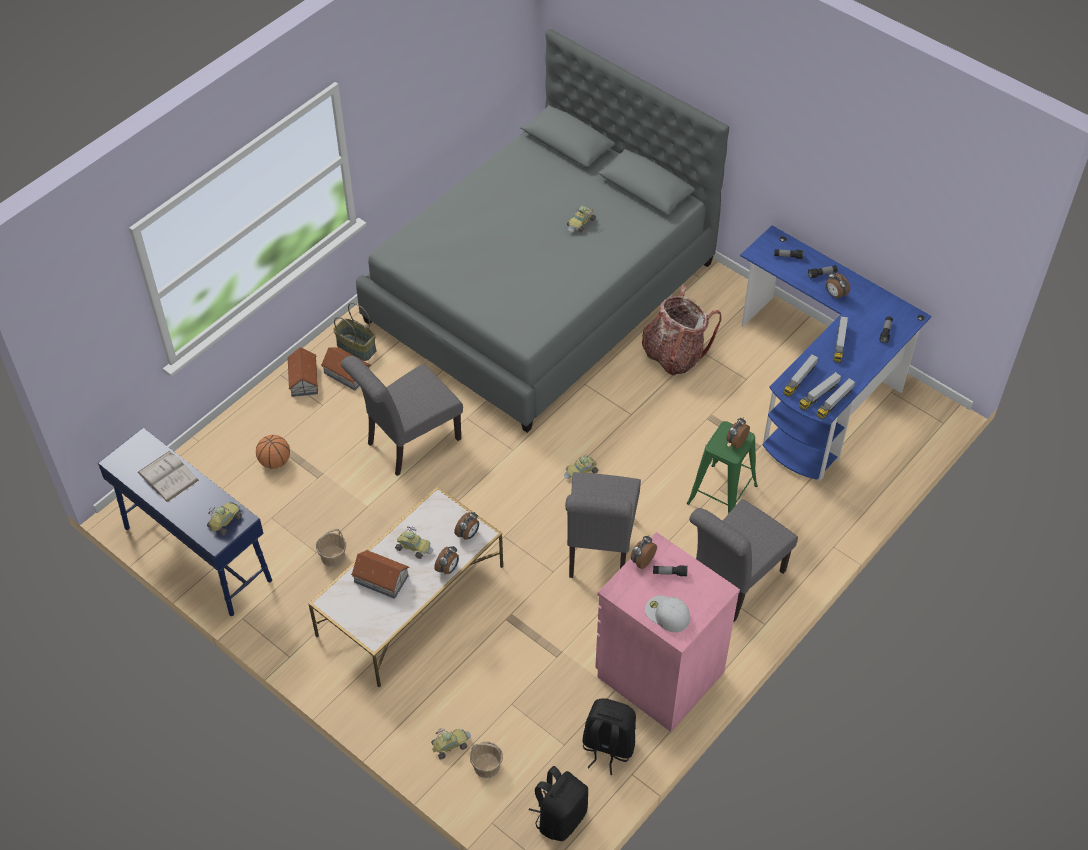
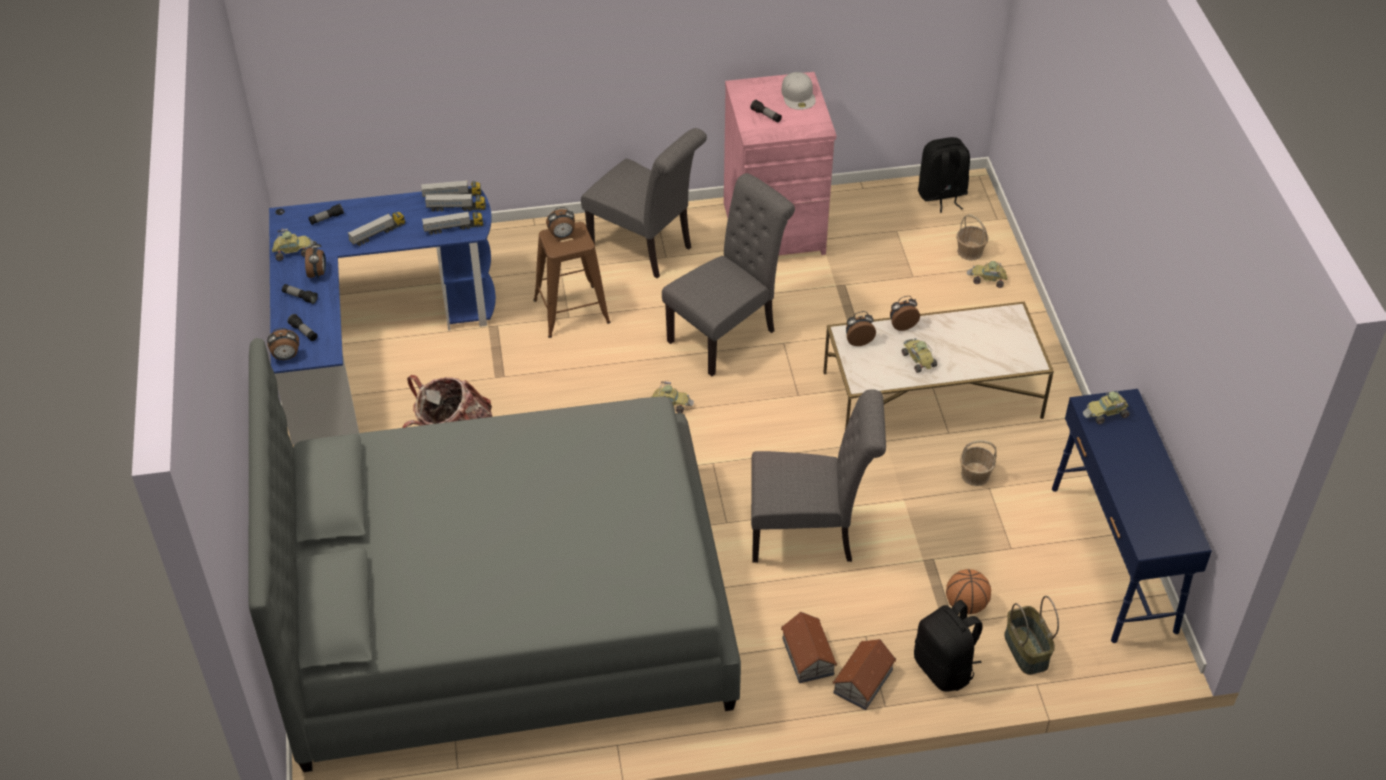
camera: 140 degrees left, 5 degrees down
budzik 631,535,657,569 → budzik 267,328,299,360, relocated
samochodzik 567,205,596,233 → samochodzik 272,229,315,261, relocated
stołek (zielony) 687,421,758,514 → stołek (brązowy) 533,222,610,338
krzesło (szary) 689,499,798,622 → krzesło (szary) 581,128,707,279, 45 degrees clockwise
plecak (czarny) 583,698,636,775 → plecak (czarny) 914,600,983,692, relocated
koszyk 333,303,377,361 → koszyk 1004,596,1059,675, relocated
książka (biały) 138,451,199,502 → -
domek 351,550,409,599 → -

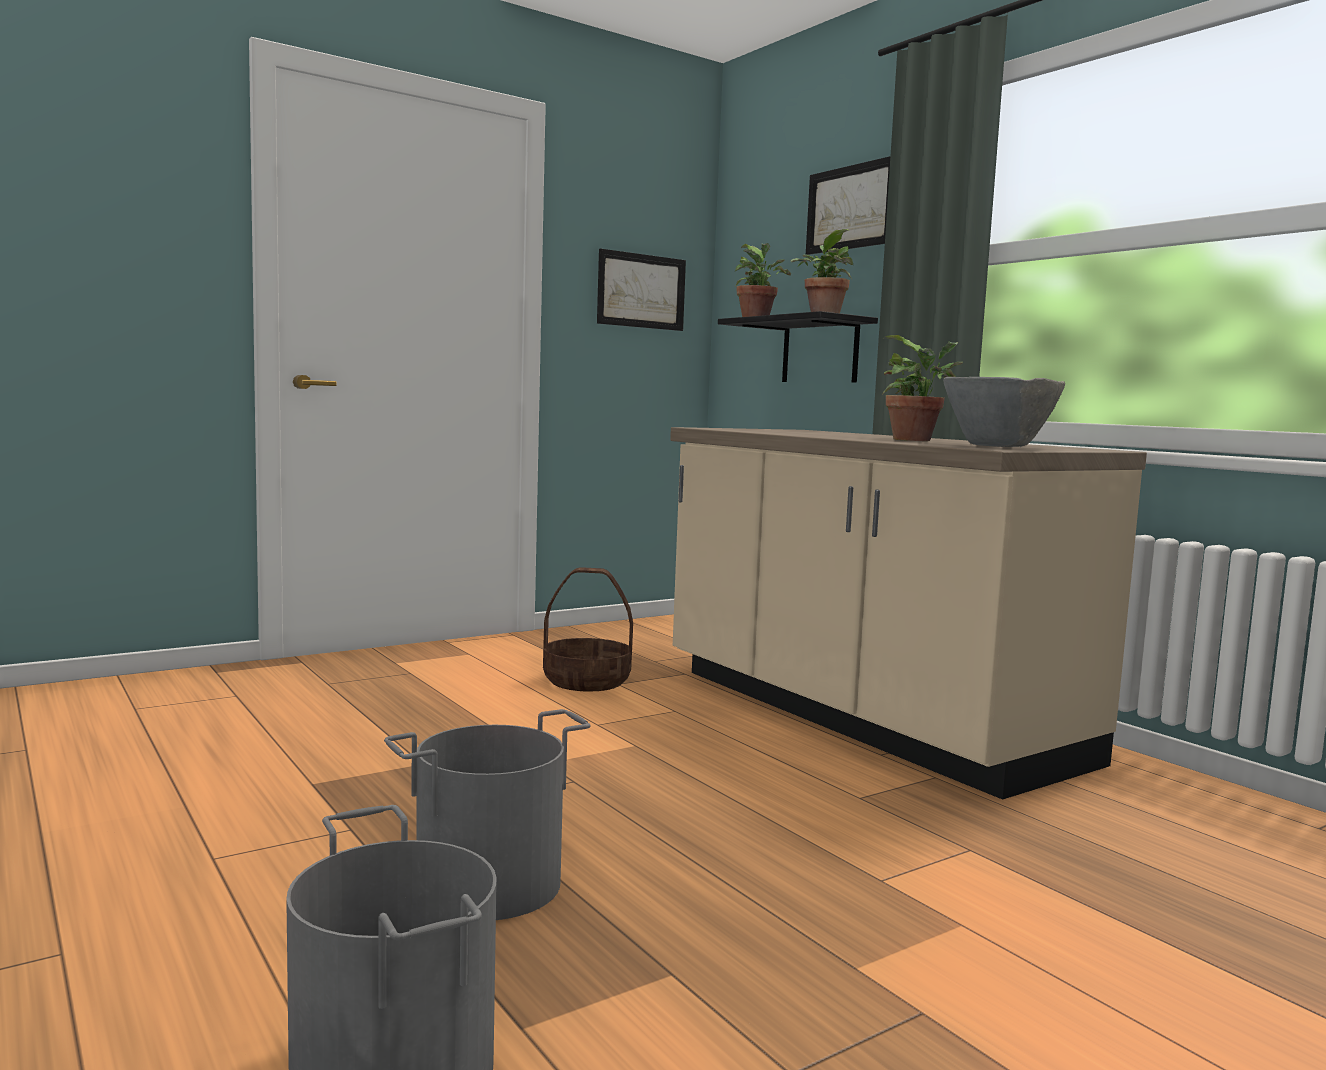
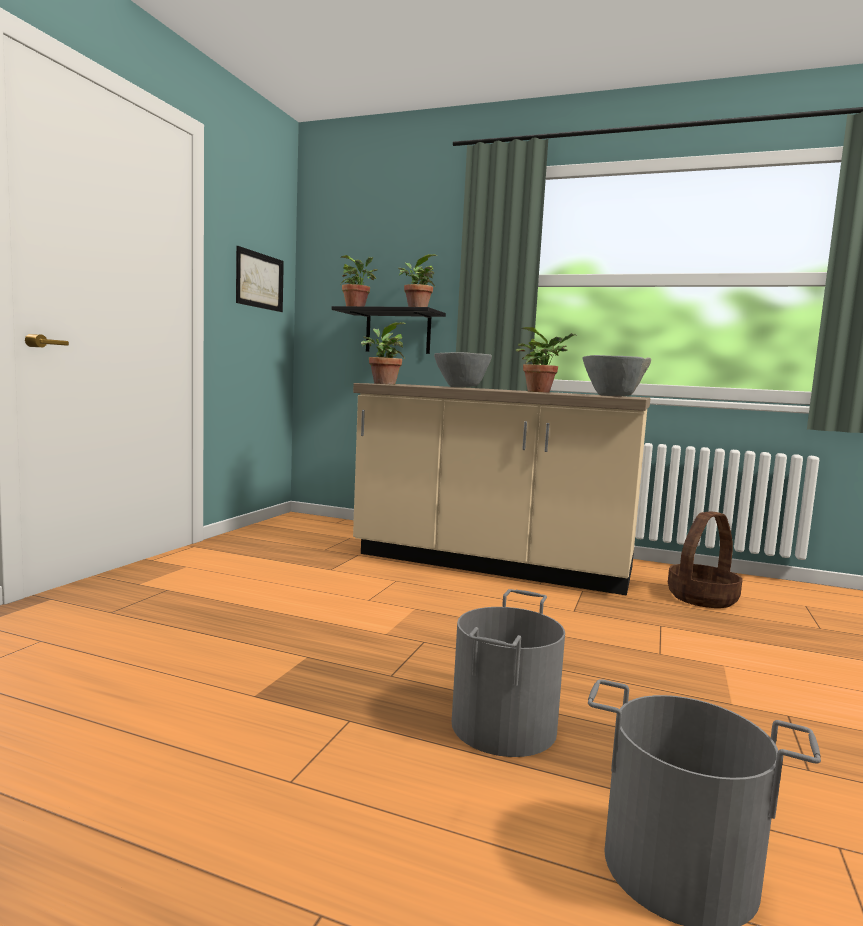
camera: 35 degrees left, 0 degrees up
- → roślina doniczkowa 361,322,405,385
- → miska (szary) 434,352,492,387
koszyk 543,567,633,692 → koszyk 668,511,743,608, relocated
obraz 806,156,890,255 → -

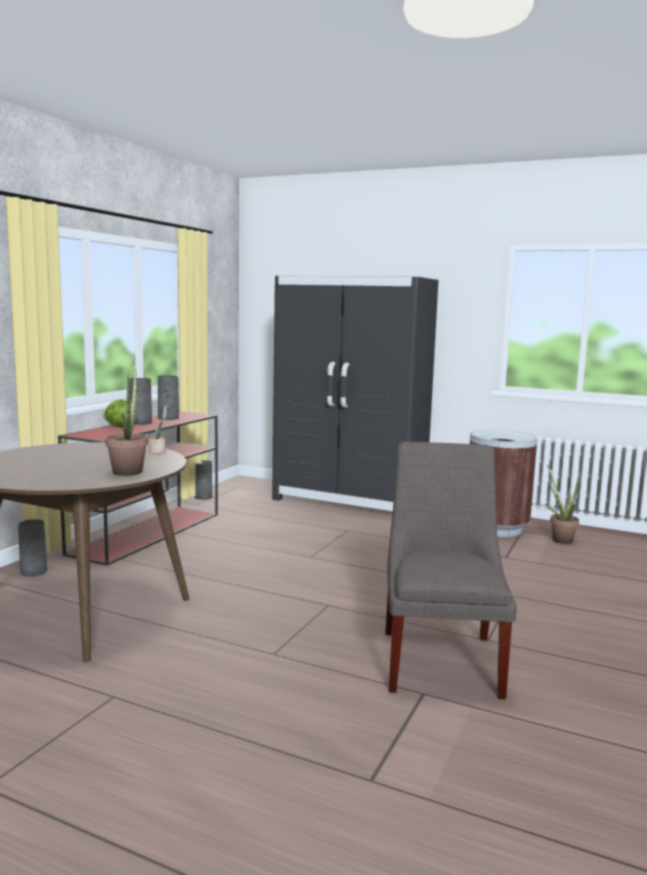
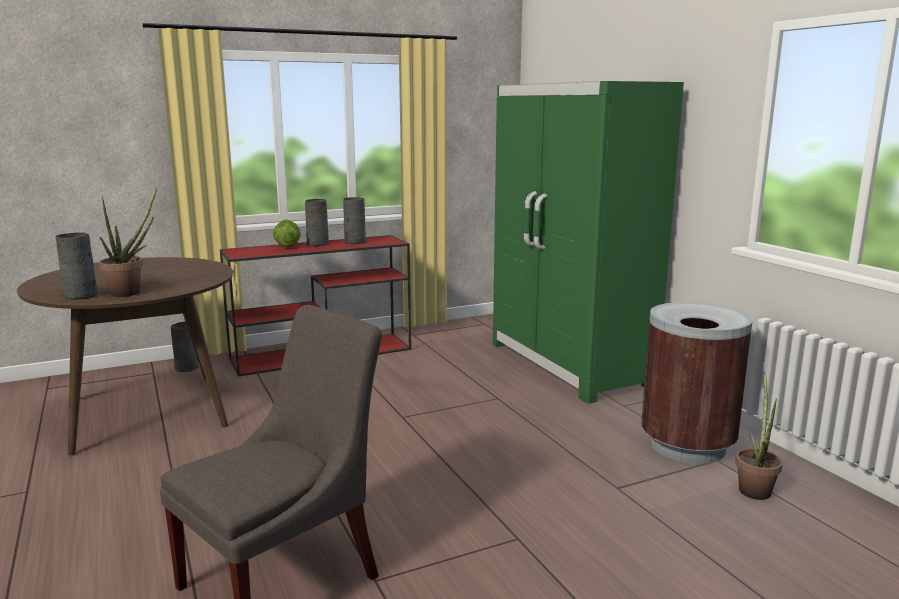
camera: 40 degrees right, 5 degrees up
wazon (szary) 195,460,212,500 → wazon (szary) 55,233,97,300, relocated
szafka (czarny) 272,276,439,511 → szafka (zielony) 493,81,684,404
roślina doniczkowa 148,405,167,454 → -

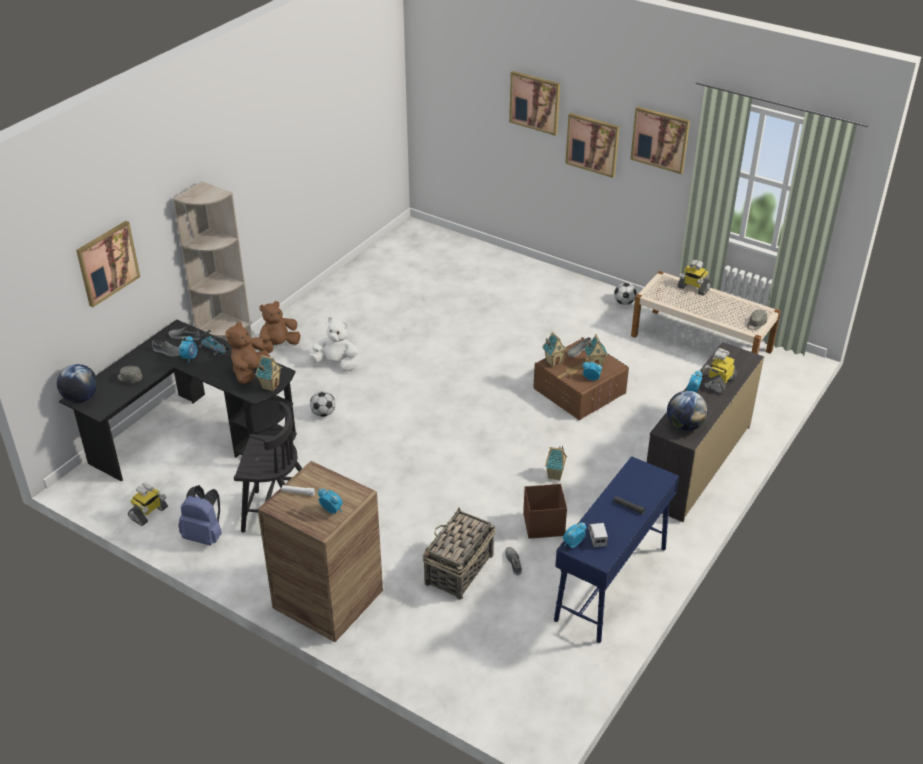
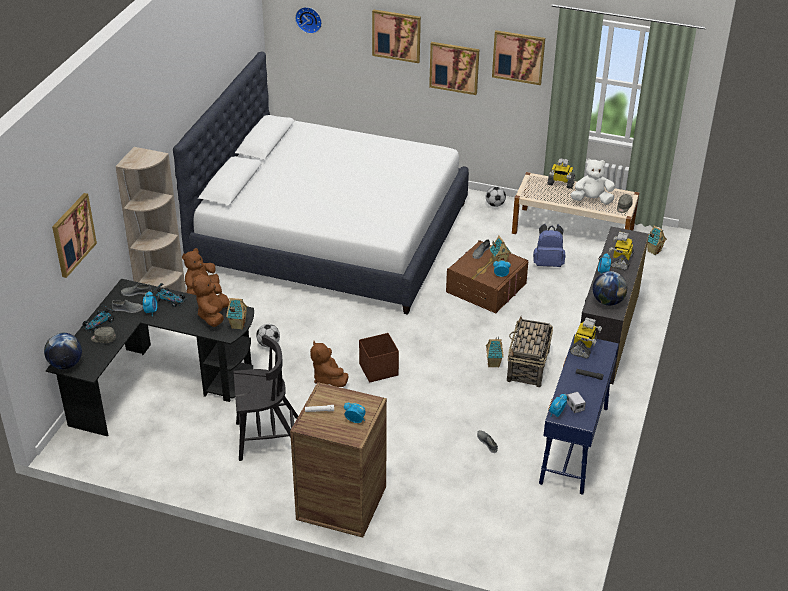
camera: 15 degrees left, 0 degrees up
- → samochodzik 82,304,114,333
- → łóżko (biały) 173,51,469,315
- → zegar ścienny 295,7,322,34
- → pluszak (brązowy) 310,341,349,387
pojemnik do przechowywania (brązowy) 523,484,567,539 → pojemnik do przechowywania (brązowy) 359,333,399,383, relocated
koszyk 423,507,495,600 → koszyk 507,317,553,387, relocated
plecak (niebieski) 178,485,222,546 → plecak (niebieski) 533,224,565,267, relocated
pluszak (biały) 308,317,358,372 → pluszak (biały) 570,158,615,205, relocated
robot zabawkowy 128,482,168,526 → robot zabawkowy 570,318,602,358, relocated
domek 542,331,567,367 → domek 647,226,667,255, relocated

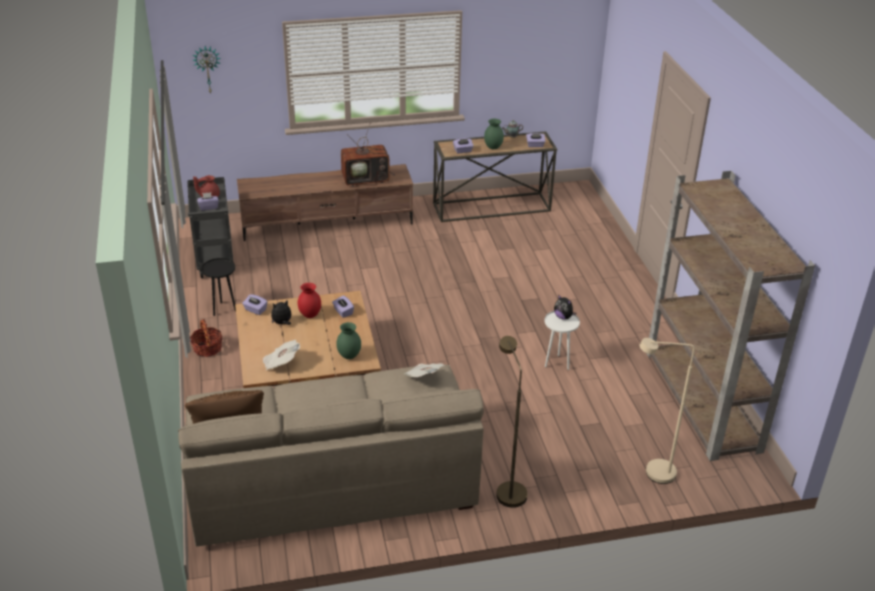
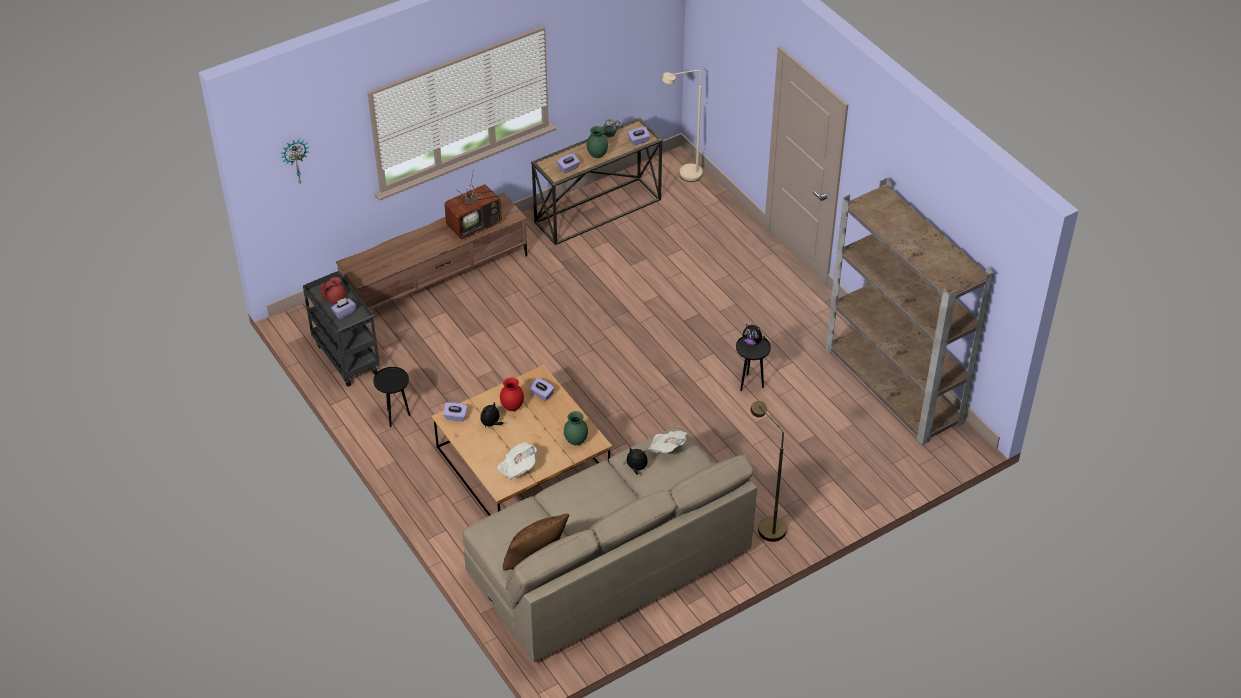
camera: 20 degrees left, 10 degrees up
- → pluszak 623,448,648,475
lampa stojąca (beżowy) 640,338,695,484 → lampa stojąca (beżowy) 662,70,703,182, relocated
stolik (biały) 544,311,580,370 → stolik (czarny) 736,337,771,391
koszyk 190,319,223,357 → -

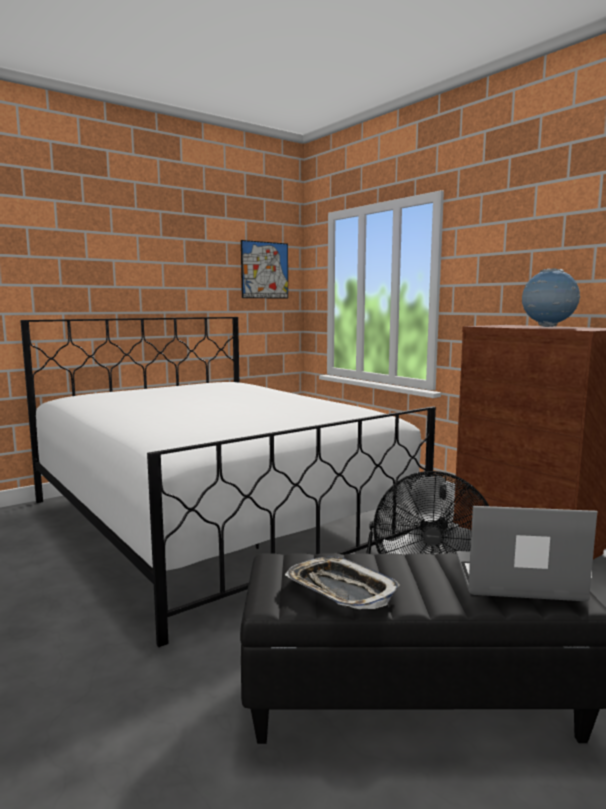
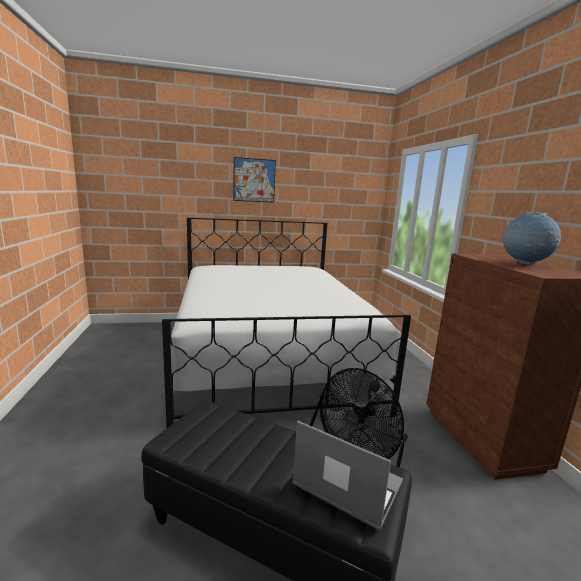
camera: 25 degrees right, 5 degrees up
obraz 241,240,288,299 → obraz 233,157,276,203, relocated
taca 285,557,400,609 → -

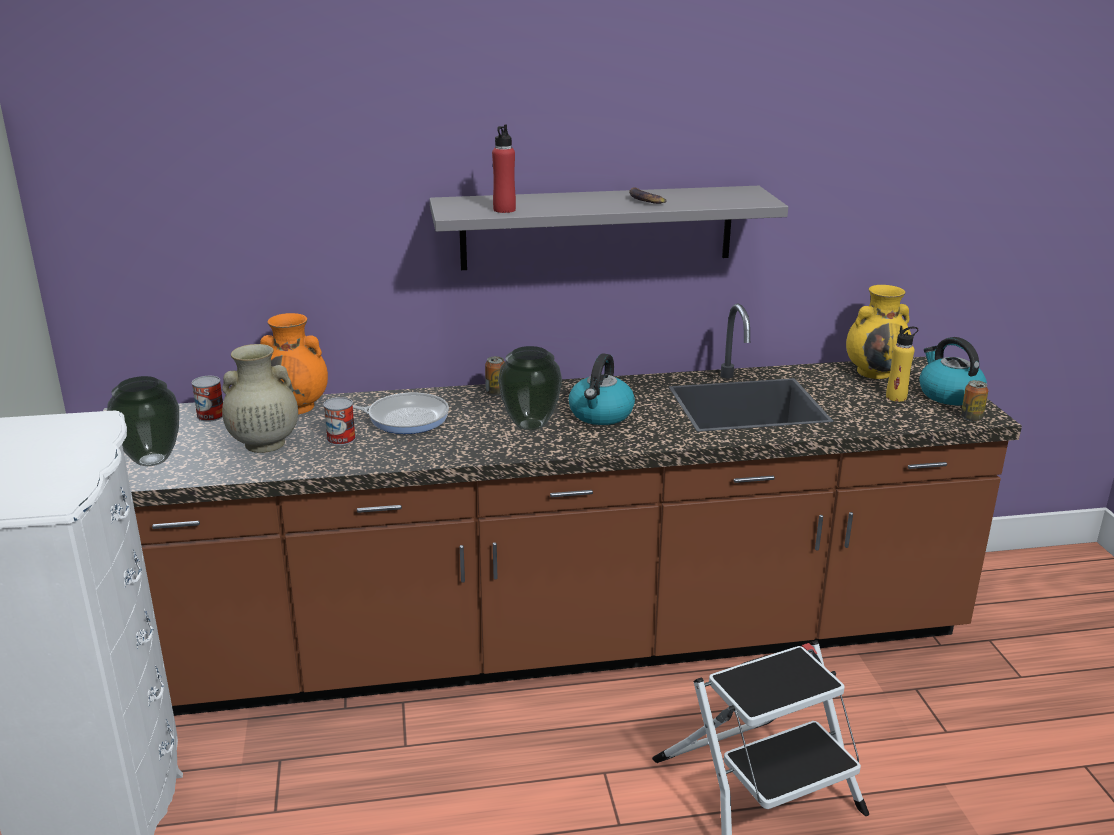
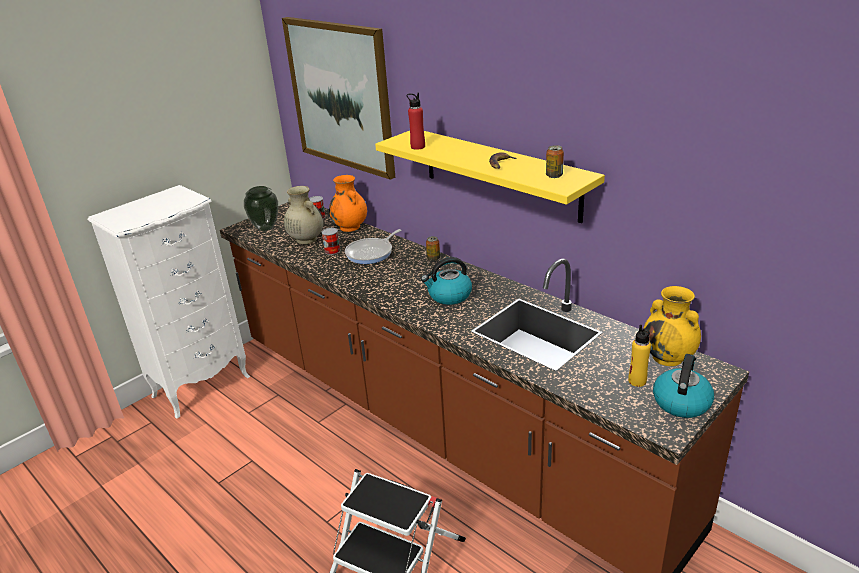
camera: 55 degrees right, 5 degrees up
- → obraz 282,17,395,180
patelnia 353,392,449,434 → patelnia 345,229,401,264, 75 degrees clockwise
półka (szary) 430,186,788,270 → półka (żółty) 375,131,605,223
puszka 961,380,988,421 → puszka 546,145,564,178, relocated
wazon 498,346,562,431 → -

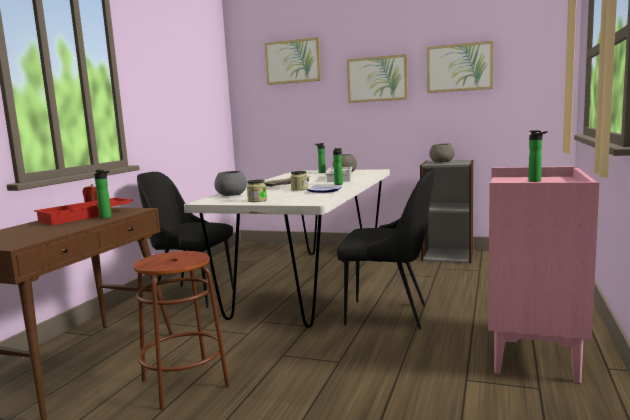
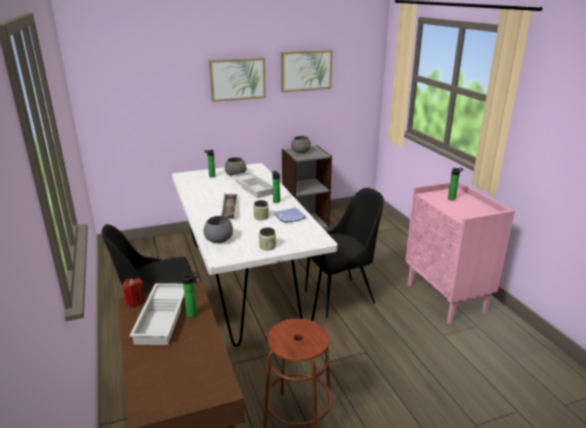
camera: 40 degrees left, 15 degrees up
taca (czerwony) 34,198,133,225 → taca (biały) 129,283,184,345
obraz 265,37,321,85 → -

